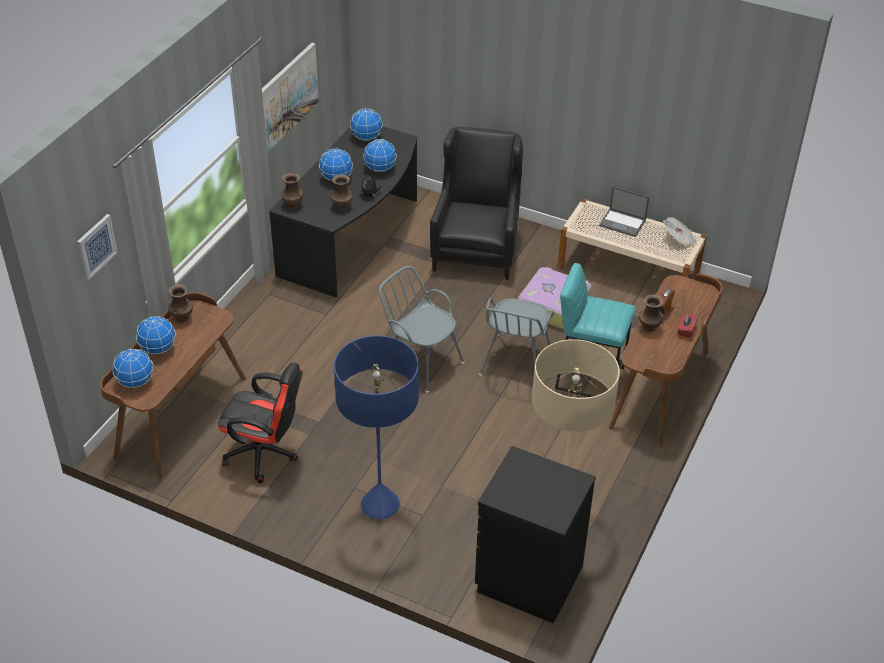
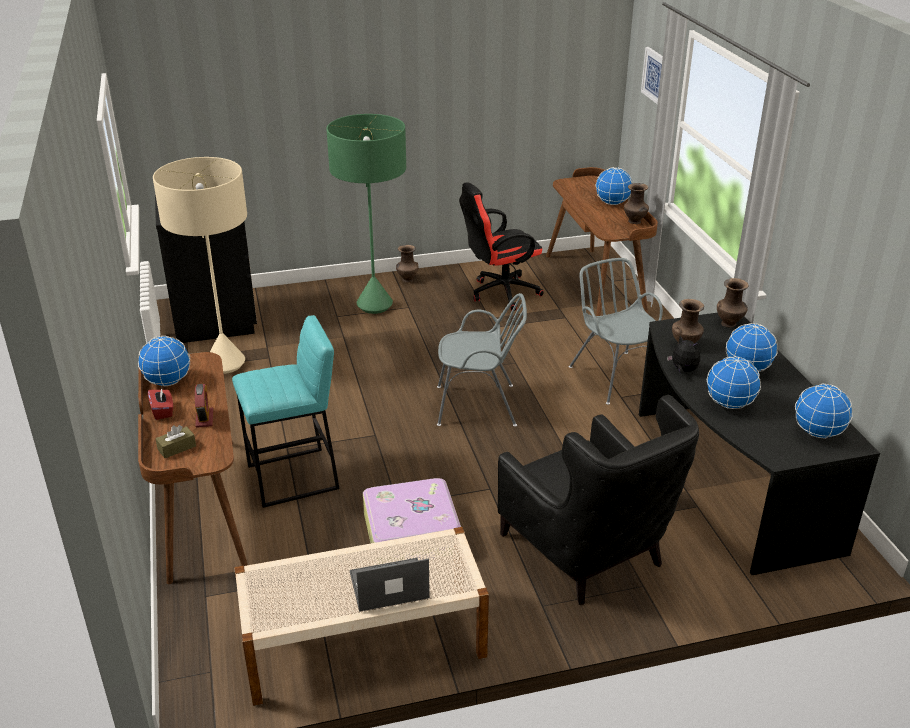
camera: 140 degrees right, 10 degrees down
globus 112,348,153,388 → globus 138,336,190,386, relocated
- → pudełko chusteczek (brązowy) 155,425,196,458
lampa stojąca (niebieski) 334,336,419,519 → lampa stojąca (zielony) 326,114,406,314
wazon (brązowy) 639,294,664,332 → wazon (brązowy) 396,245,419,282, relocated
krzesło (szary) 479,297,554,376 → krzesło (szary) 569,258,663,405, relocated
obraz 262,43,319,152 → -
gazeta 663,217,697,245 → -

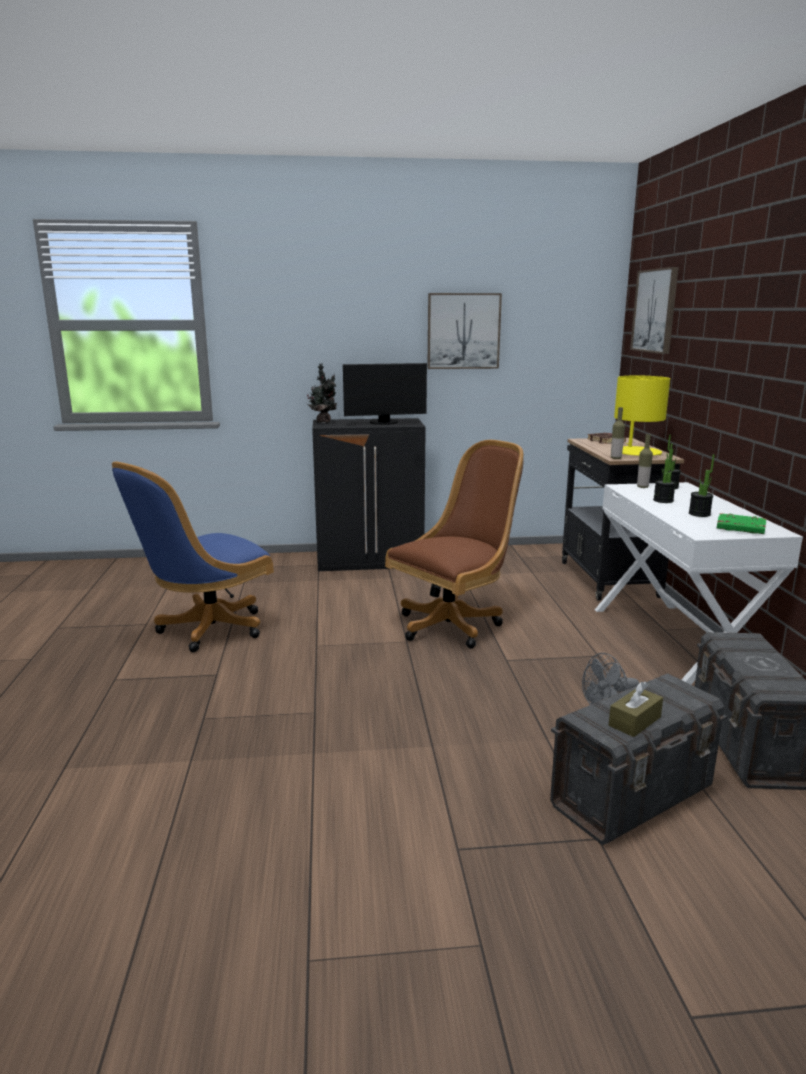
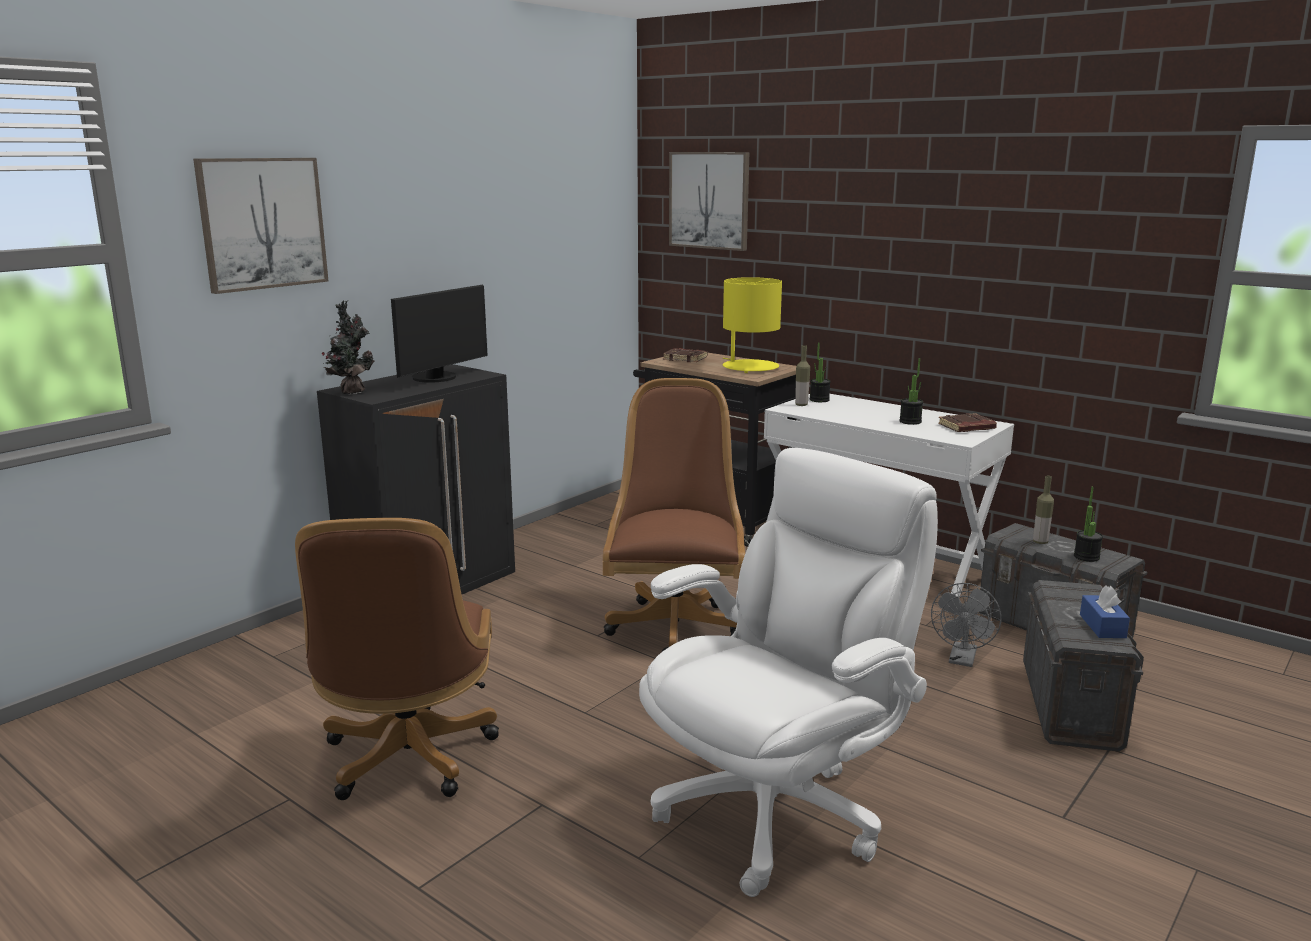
camera: 45 degrees left, 0 degrees up
obraz 427,293,502,369 → obraz 193,158,328,294, relocated
krzesło biurowe (niebieski) 112,462,274,652 → krzesło biurowe (brązowy) 295,518,499,800
- → krzesło biurowe (biały) 639,448,938,897
książka (zielony) 717,513,766,534 → książka (brązowy) 938,413,997,432
butelka 611,407,625,459 → butelka 1033,476,1054,544, relocated
roślina doniczkowa 653,444,676,503 → roślina doniczkowa 1074,487,1103,562, relocated
pudełko chusteczek (brązowy) 609,682,663,737 → pudełko chusteczek (niebieski) 1080,585,1130,638

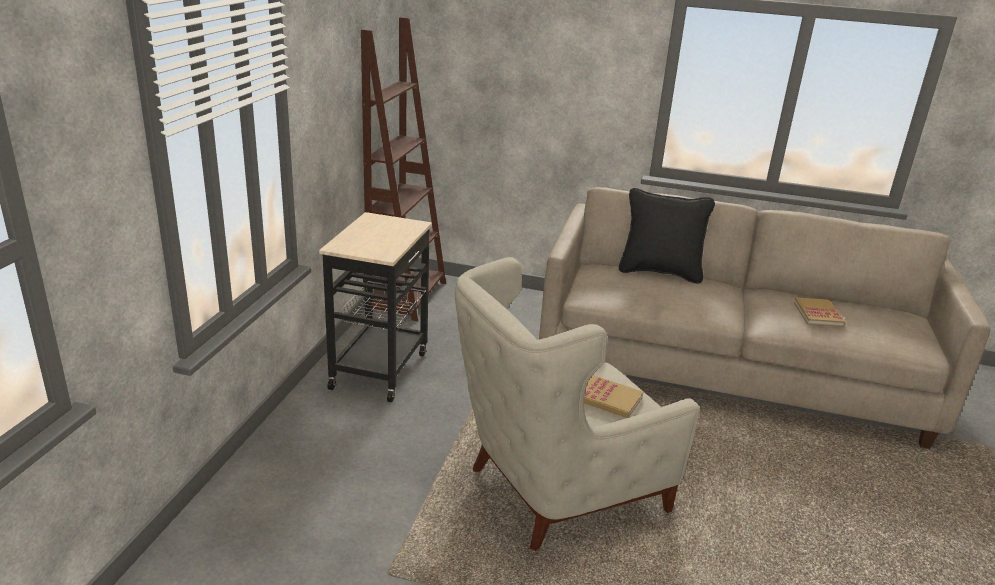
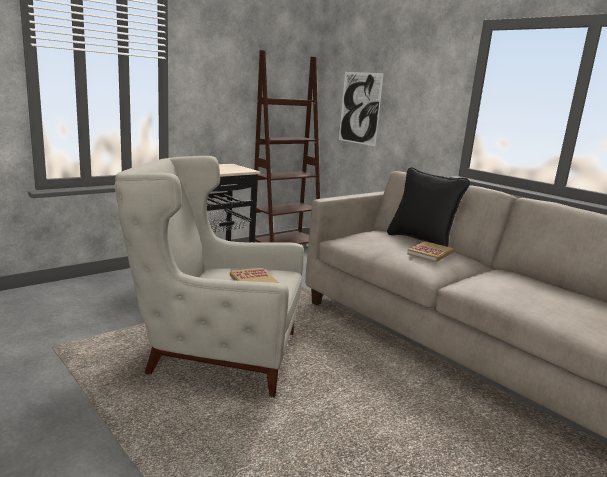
camera: 35 degrees right, 10 degrees down
- → obraz 339,72,384,146
książka 794,297,846,327 → książka 407,241,454,262, relocated

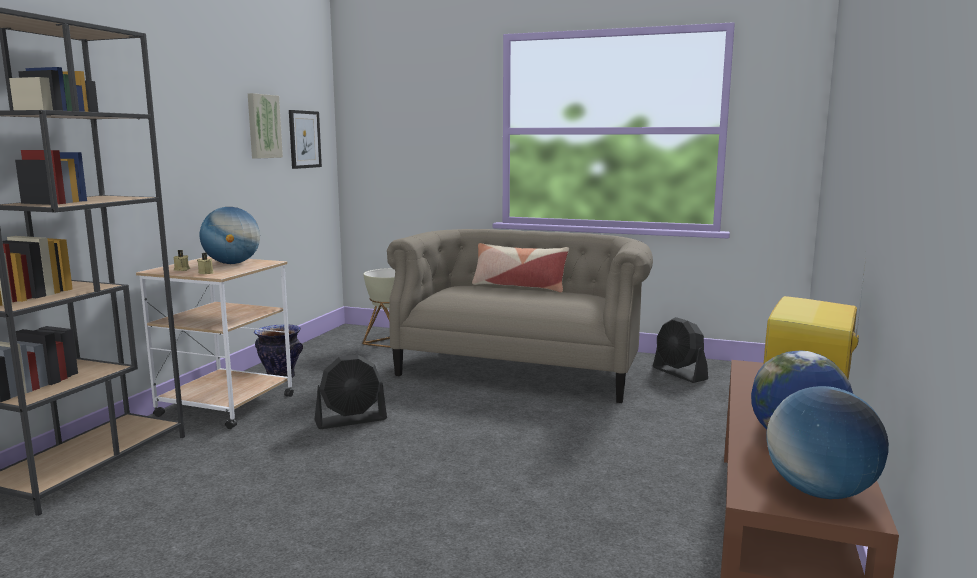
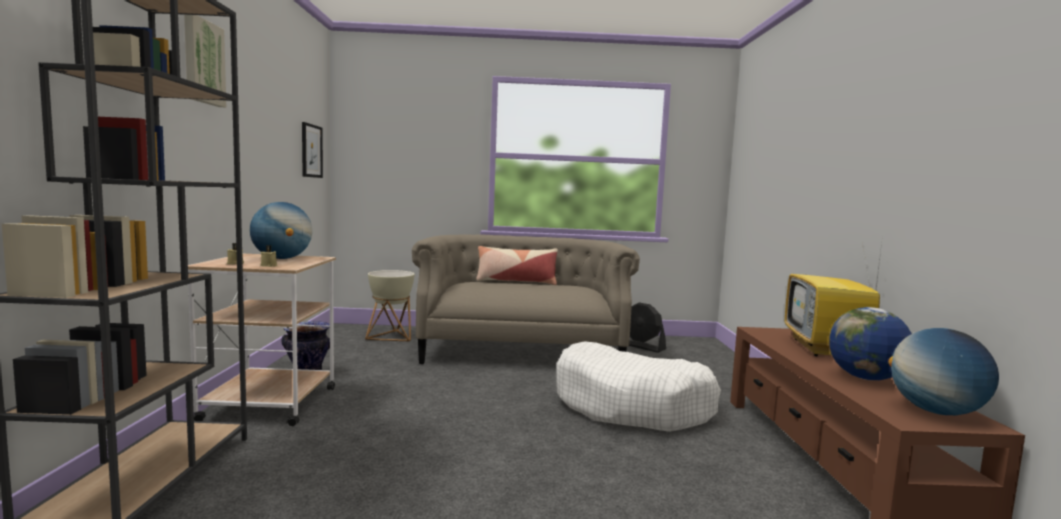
camera: 20 degrees left, 5 degrees down
obraz 248,93,283,159 → obraz 184,15,226,107, relocated
- → legowisko (biały) 557,341,721,432
wentylator (czarny) 314,355,387,429 → -

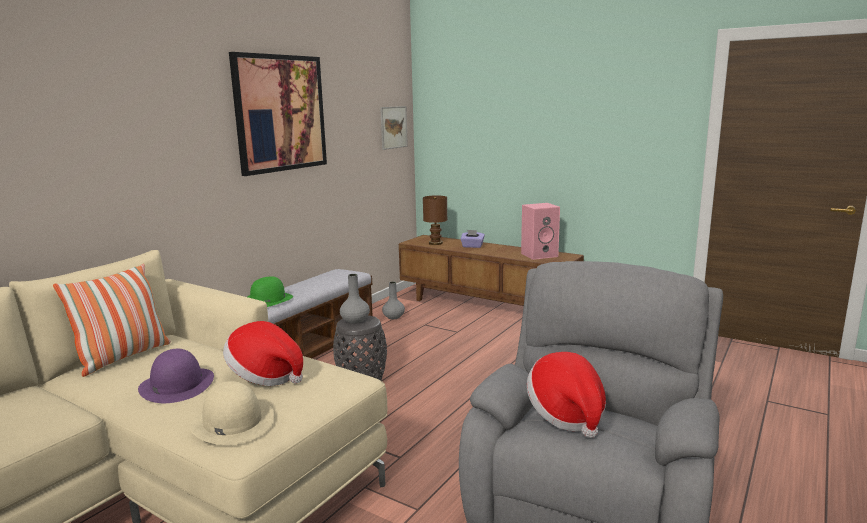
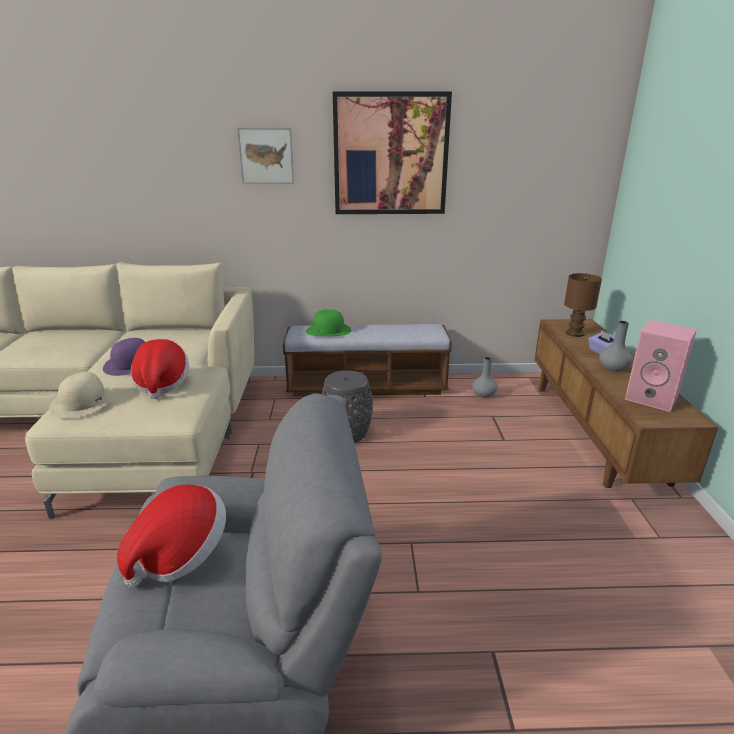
camera: 55 degrees right, 10 degrees up
obraz 380,106,408,150 → obraz 237,127,294,184, relocated
wazon (szary) 340,274,370,324 → wazon (szary) 599,321,633,372, relocated
poduszka 53,264,171,377 → -

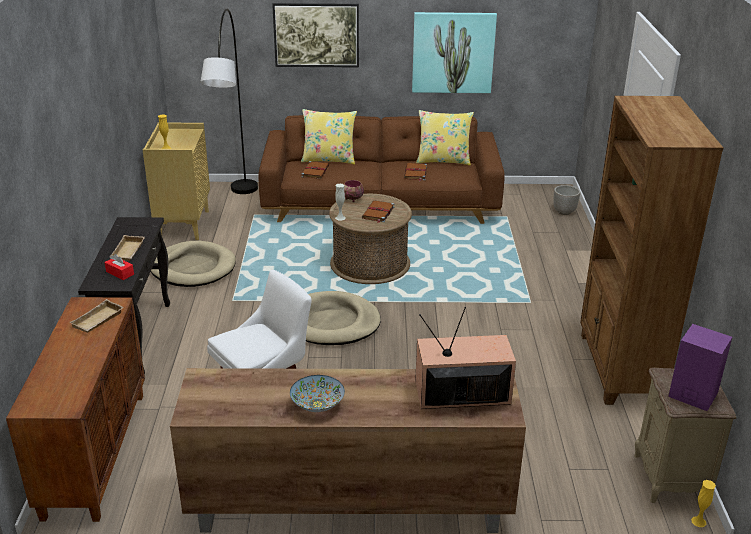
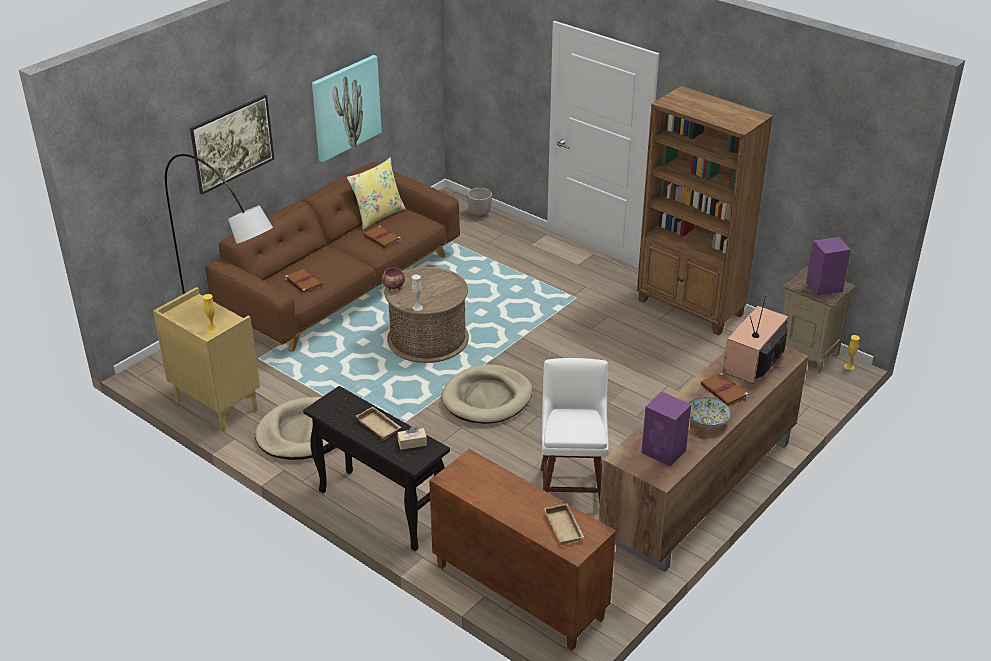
camera: 50 degrees left, 5 degrees up
pudełko chusteczek (czerwony) 105,254,134,280 → pudełko chusteczek (beżowy) 398,426,427,450
taca (beżowy) 69,299,124,333 → taca (beżowy) 544,503,584,545, relocated
- → głośnik (fioletowy) 641,392,691,467
książka (brązowy) 362,201,394,223 → książka (brązowy) 701,373,749,406, relocated
poduszka (żółty) 301,109,357,165 → -

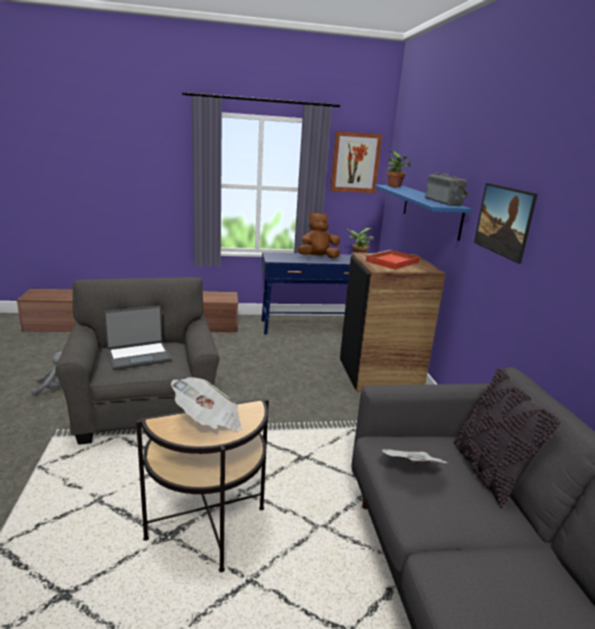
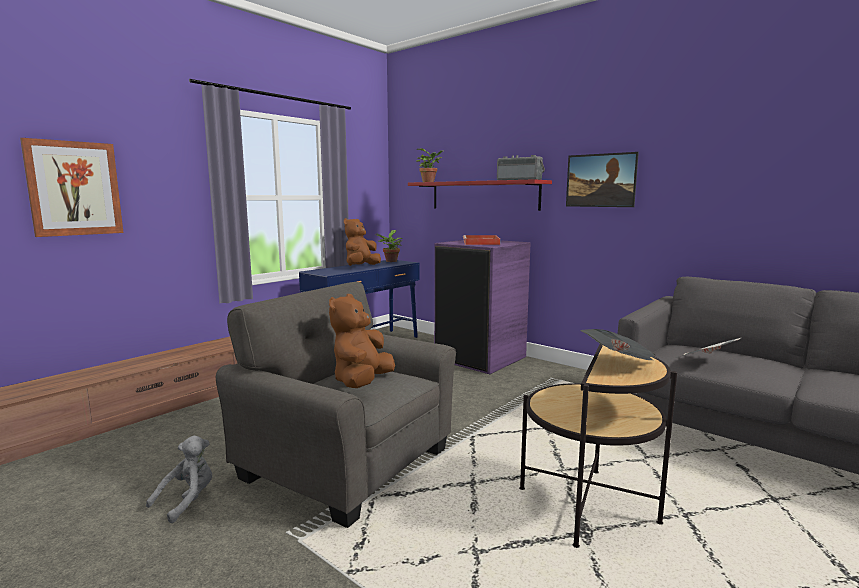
camera: 40 degrees left, 10 degrees down
obraz 330,131,382,193 → obraz 20,138,123,237, relocated
laptop 104,306,172,370 → pluszak (brązowy) 329,294,395,388
półka (niebieski) 375,185,472,241 → półka (czerwony) 408,179,552,211
szafka (brązowy) 340,253,445,392 → szafka (fioletowy) 434,240,531,374
poduszka (czarny) 454,368,561,508 → -

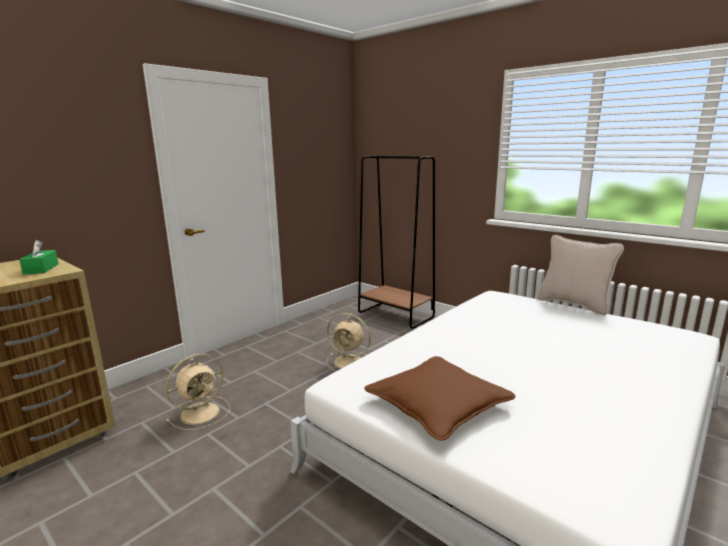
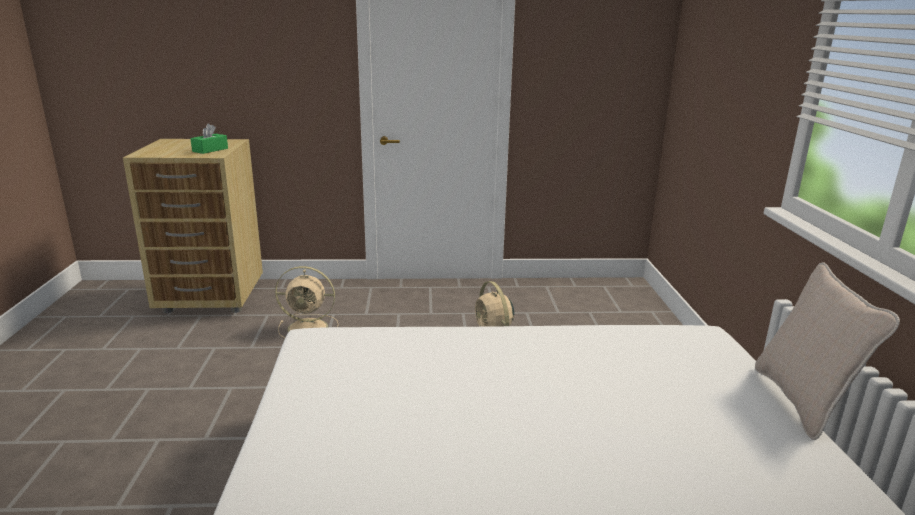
camera: 45 degrees right, 5 degrees up
wieszak 358,156,435,329 → -
poduszka (brązowy) 364,356,515,441 → -

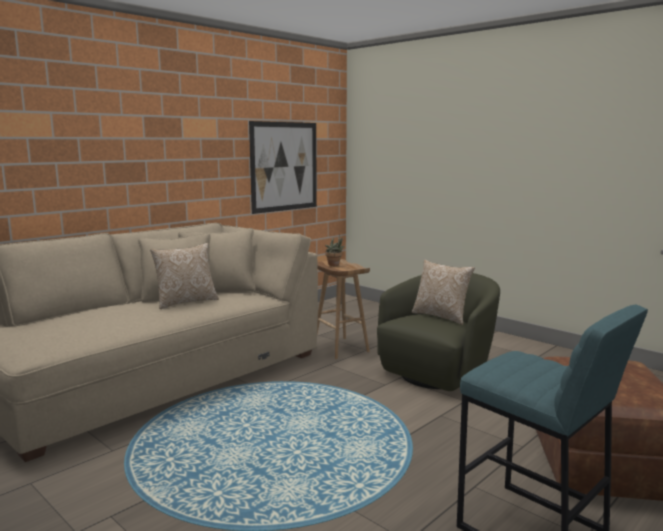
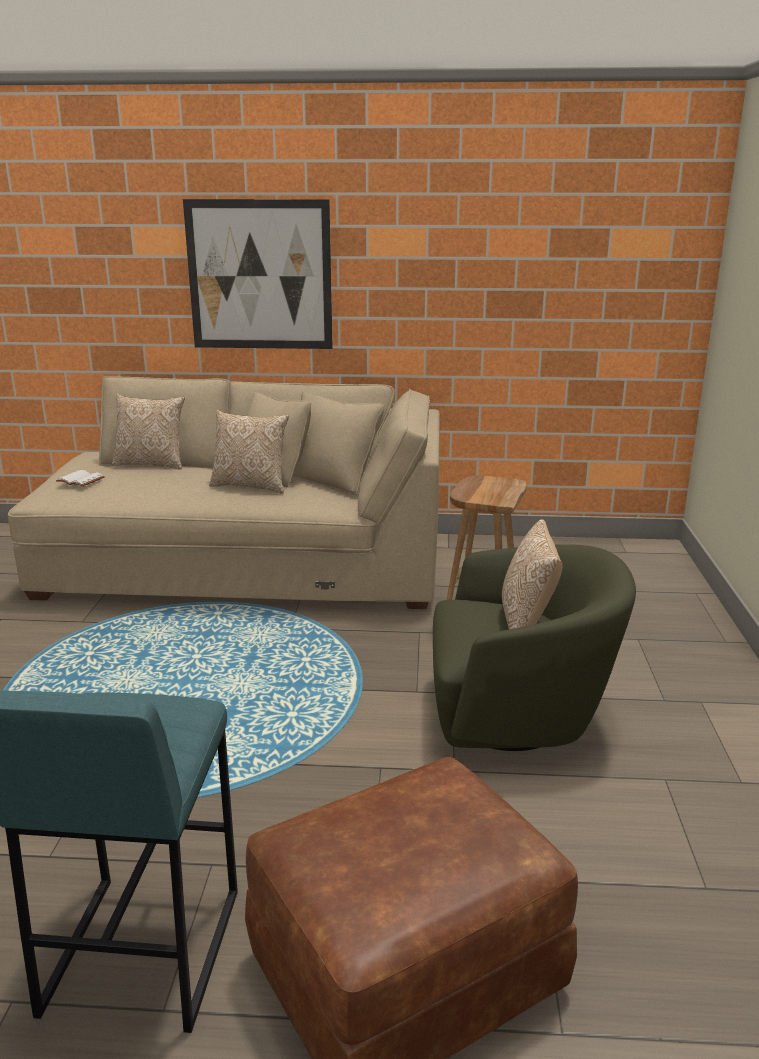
camera: 50 degrees right, 10 degrees up
- → książka (biały) 56,470,105,487
- → poduszka 112,394,185,470
obraz 249,121,317,214 → obraz 183,199,333,349, relocated
roślina doniczkowa 325,235,345,266 → -

